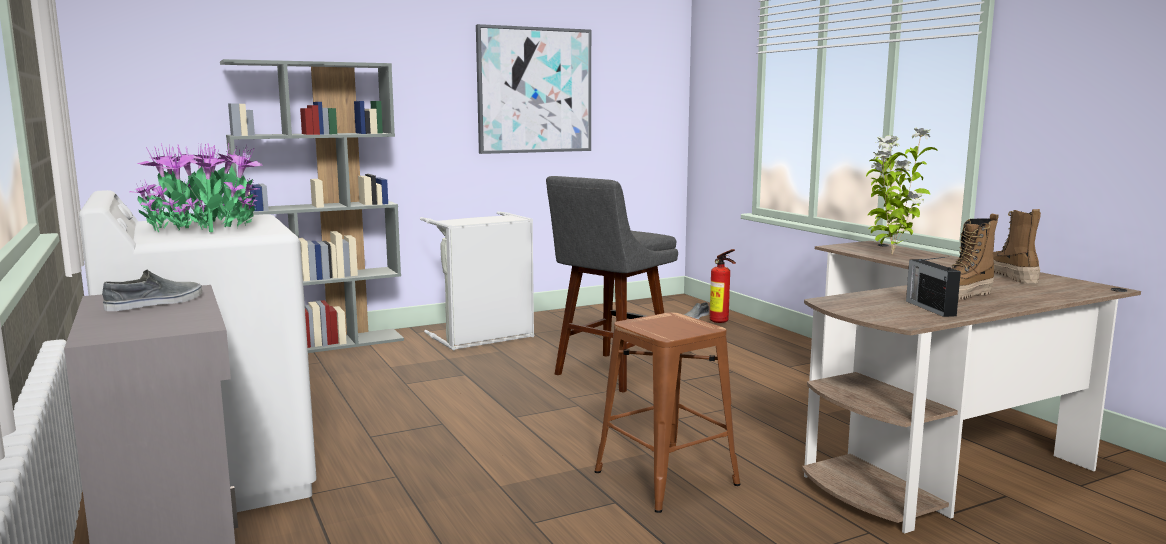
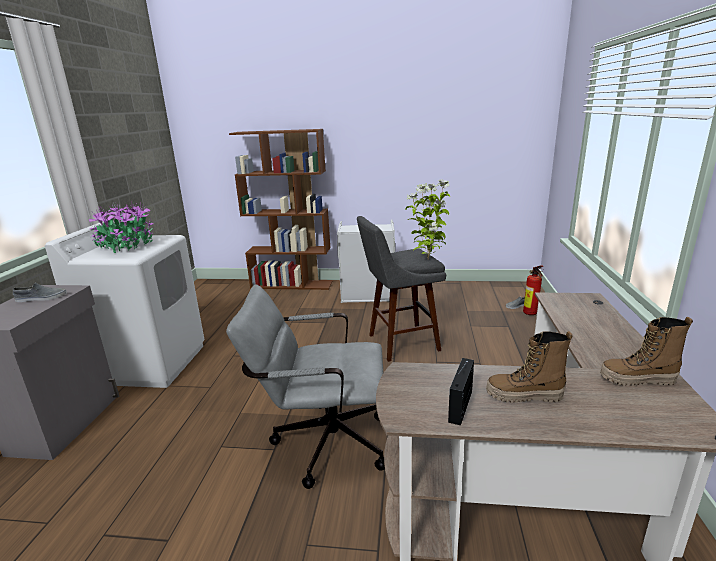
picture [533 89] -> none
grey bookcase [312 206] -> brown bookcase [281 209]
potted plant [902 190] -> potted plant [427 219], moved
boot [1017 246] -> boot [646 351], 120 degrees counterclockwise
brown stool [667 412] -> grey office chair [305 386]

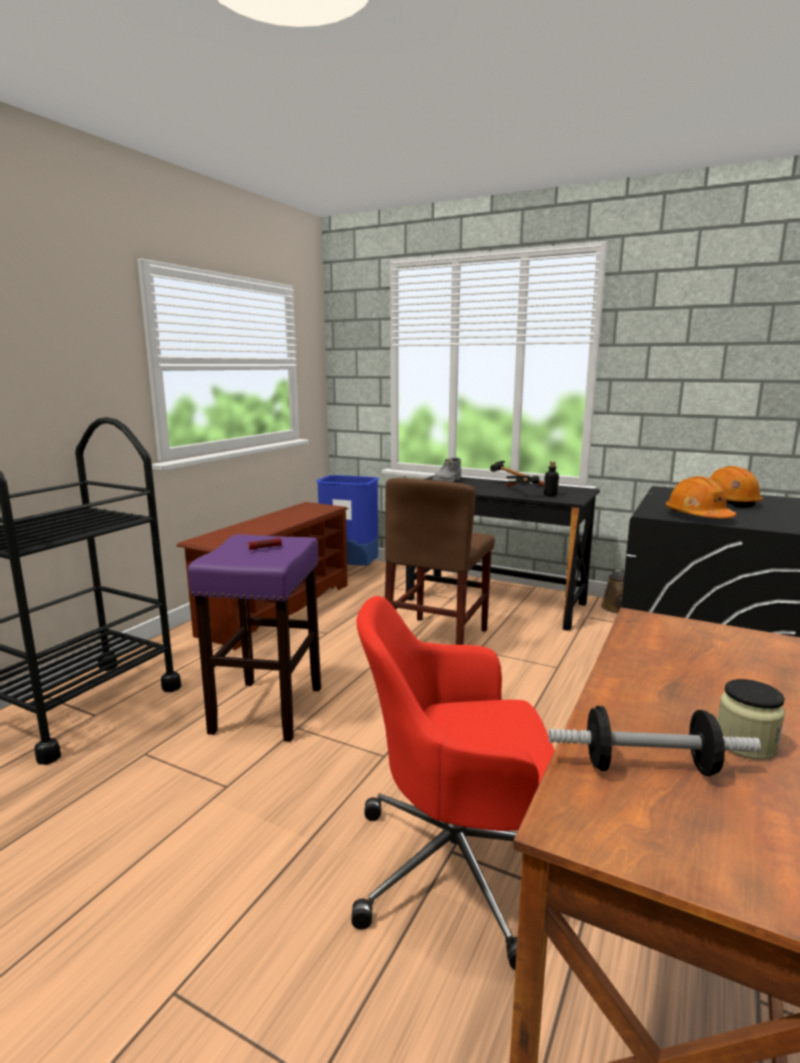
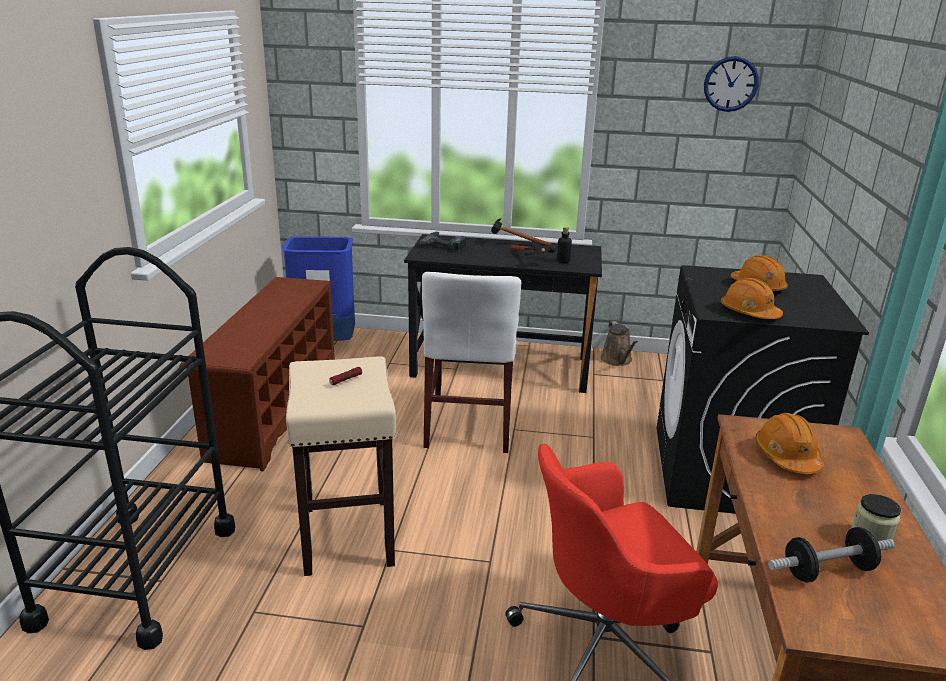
grey boot [447 469] -> power drill [443 241]
brown chair [440 561] -> white chair [471 362]
purple stool [254 638] -> beige stool [341 466]
none -> wall clock [731 84]
none -> orange hard hat [789 443]

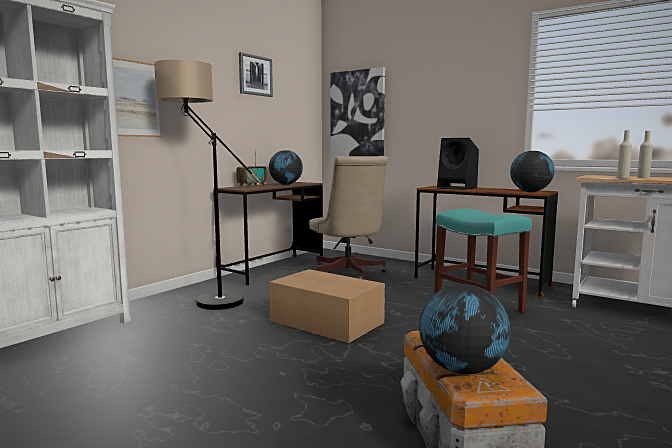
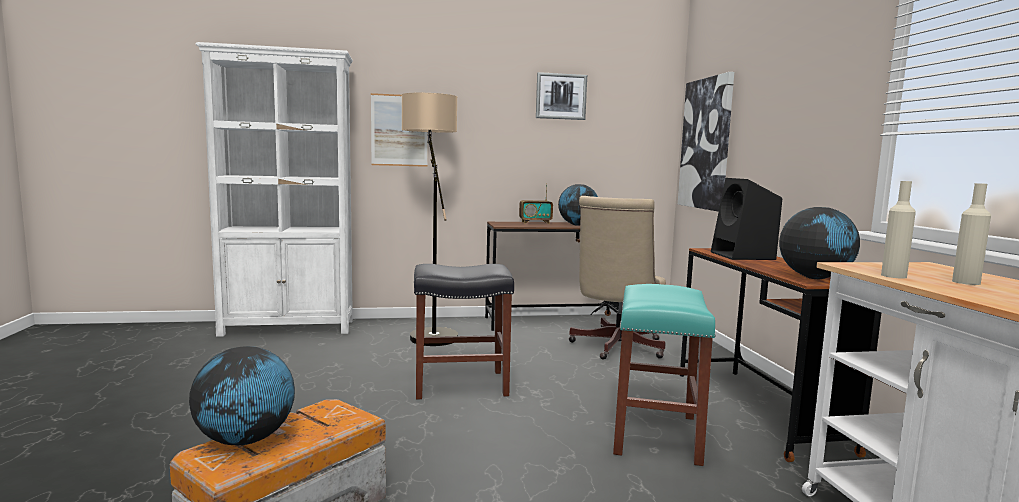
cardboard box [327 306] -> black stool [464 331]

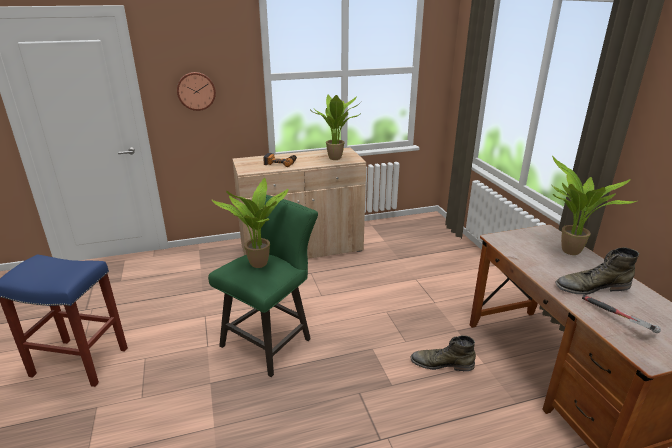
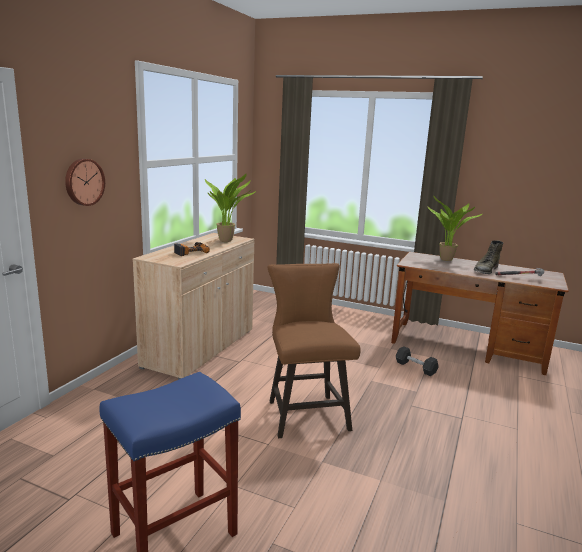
potted plant [249 223] -> none
green stool [263 286] -> brown stool [314 350]
green boot [443 353] -> black dumbbell [417 361]

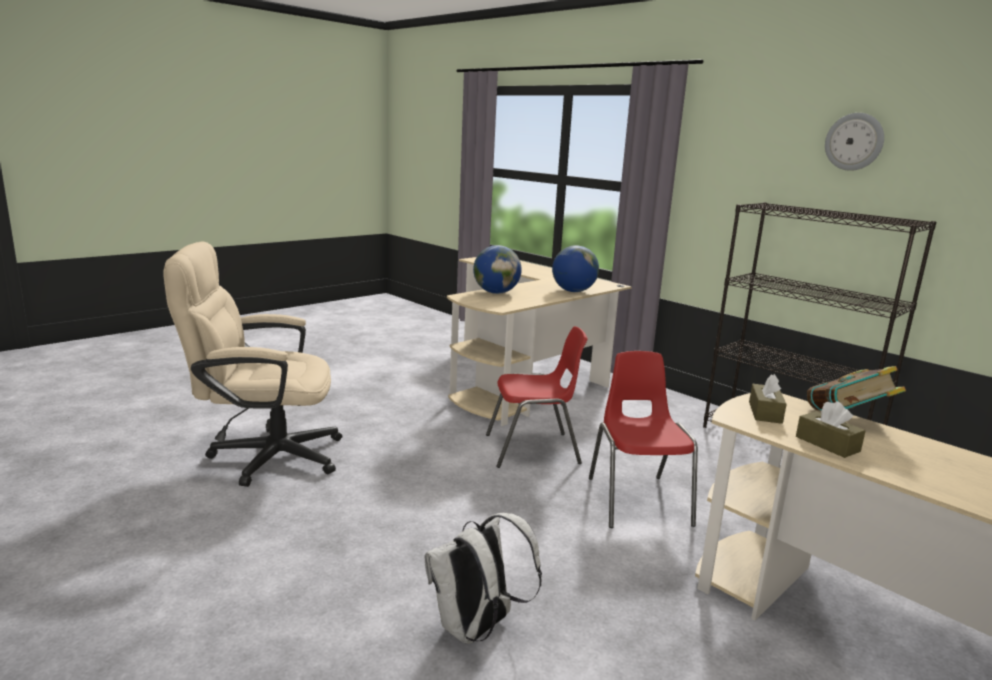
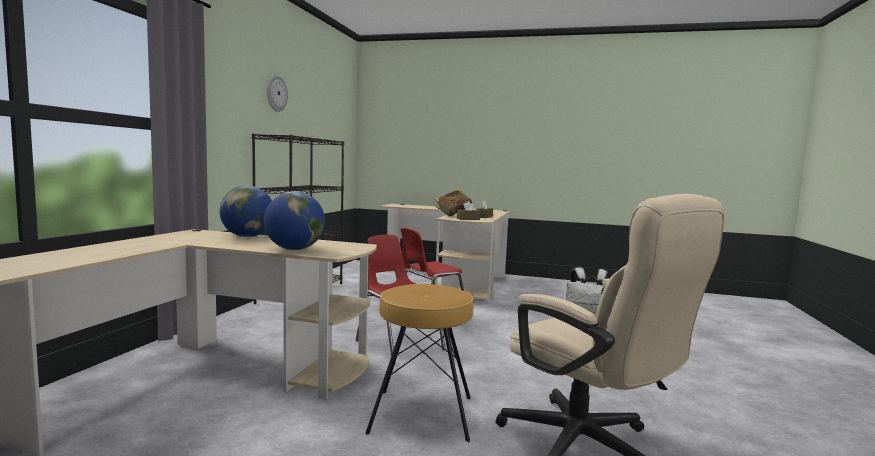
none -> brown stool [419 363]

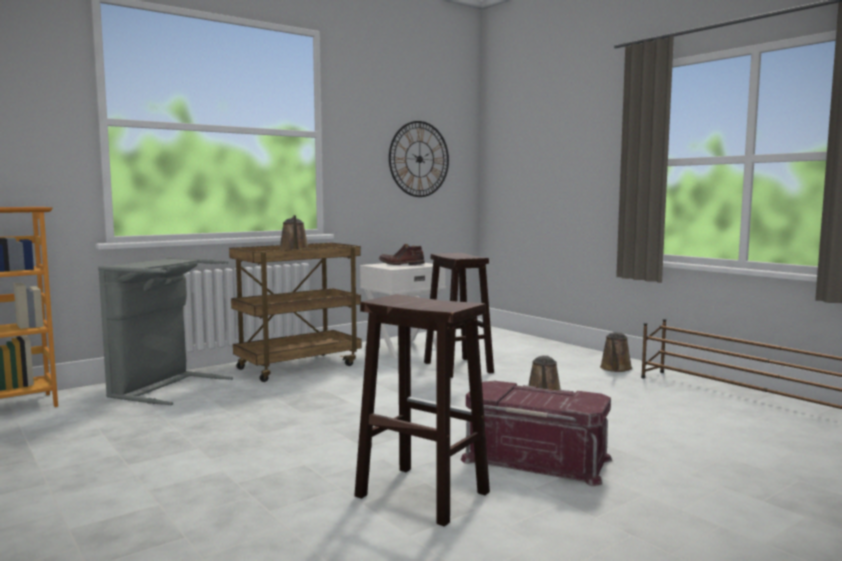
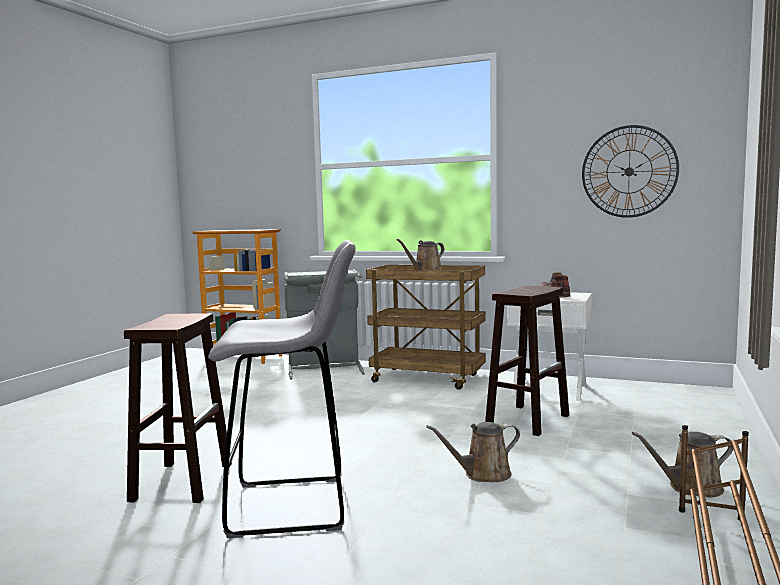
red storage box [536 433] -> grey stool [282 389]

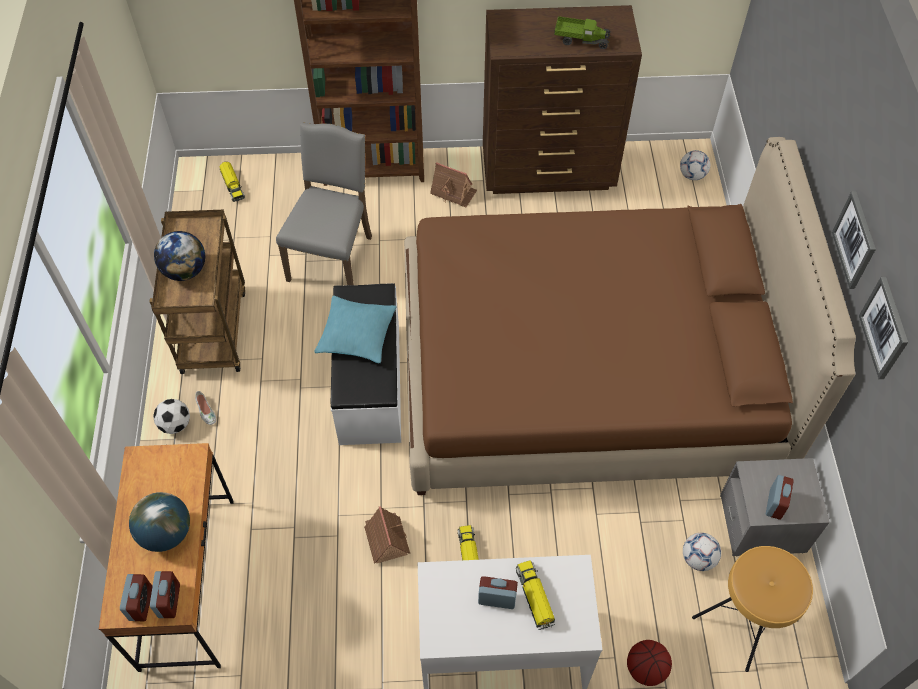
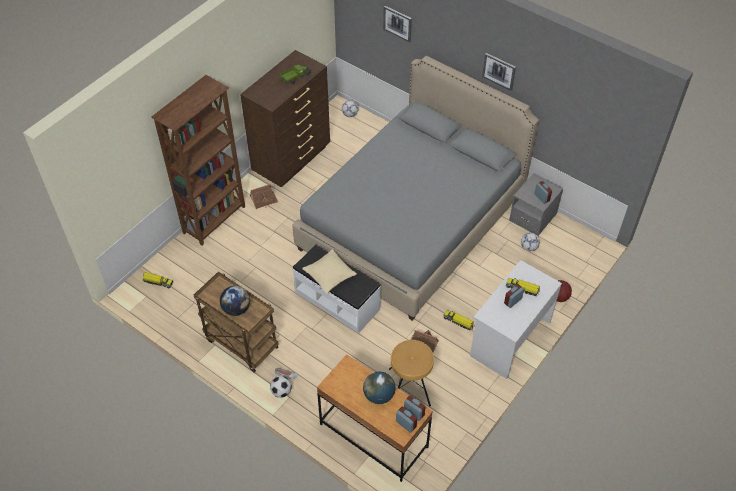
grey chair [324 203] -> none
brown bed [630 316] -> grey bed [415 188]
picture [883 328] -> picture [397 24], moved
turquoise pillow [355 329] -> beige pillow [329 271]
brown stool [752 609] -> brown stool [411 373], moved

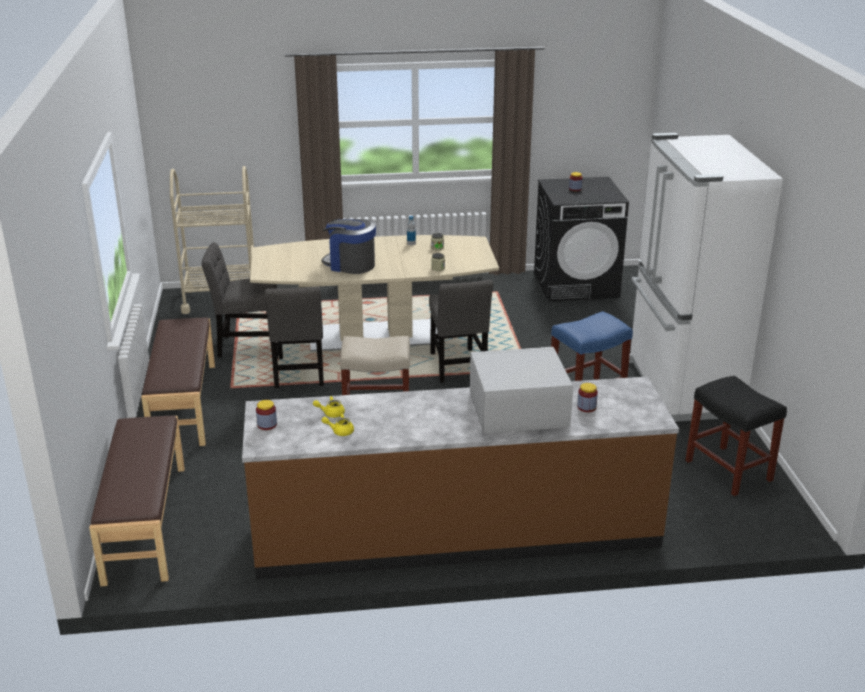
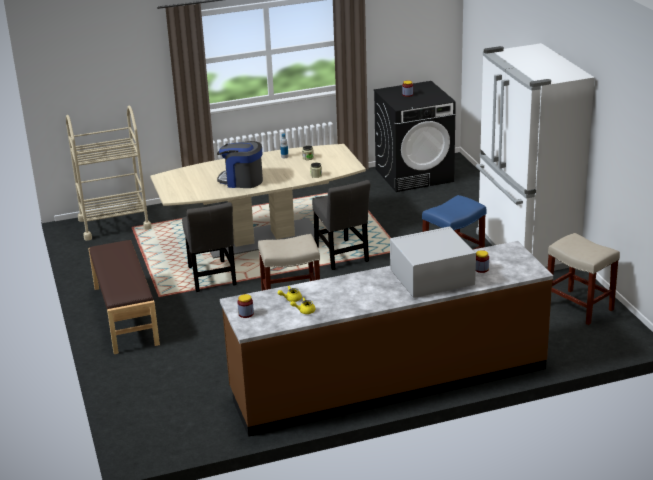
grey chair [239 299] -> none
black stool [736 436] -> beige stool [583 279]
brown bench [137 501] -> none

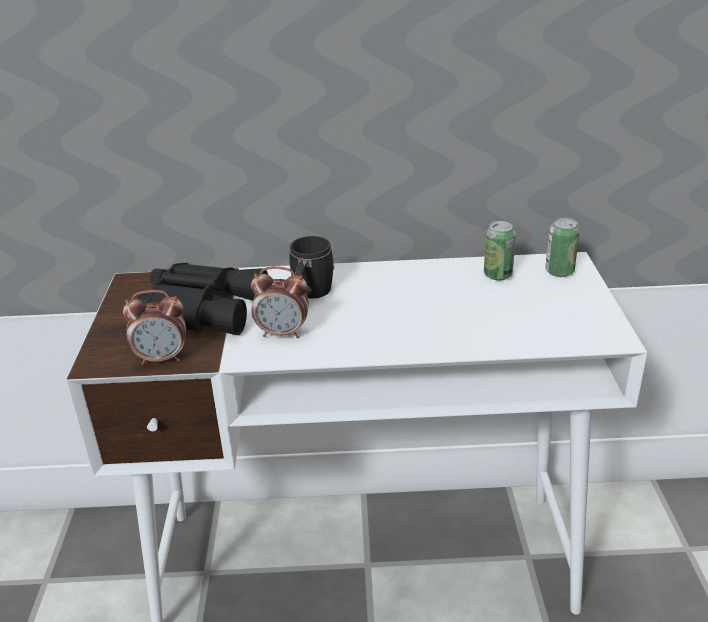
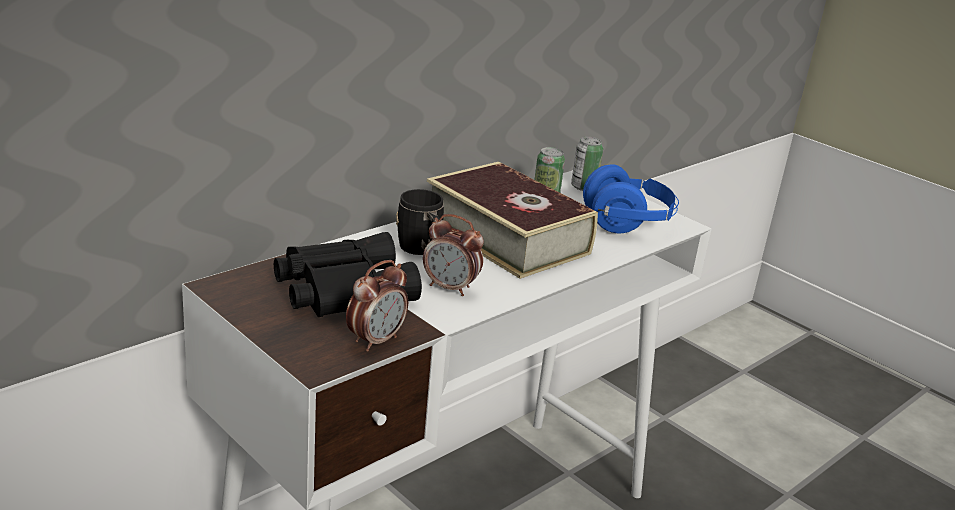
alarm clock [279 302] -> alarm clock [453 255], 60 degrees clockwise
none -> book [512 220]
none -> blue headphones [631 199]

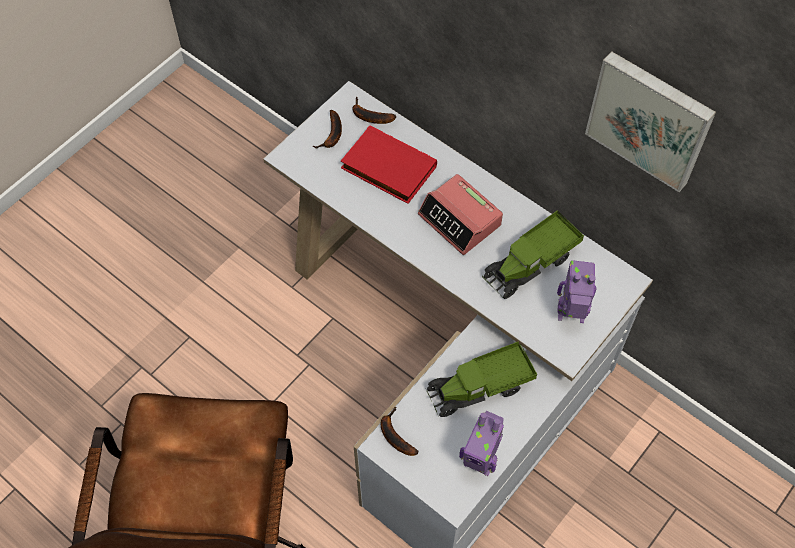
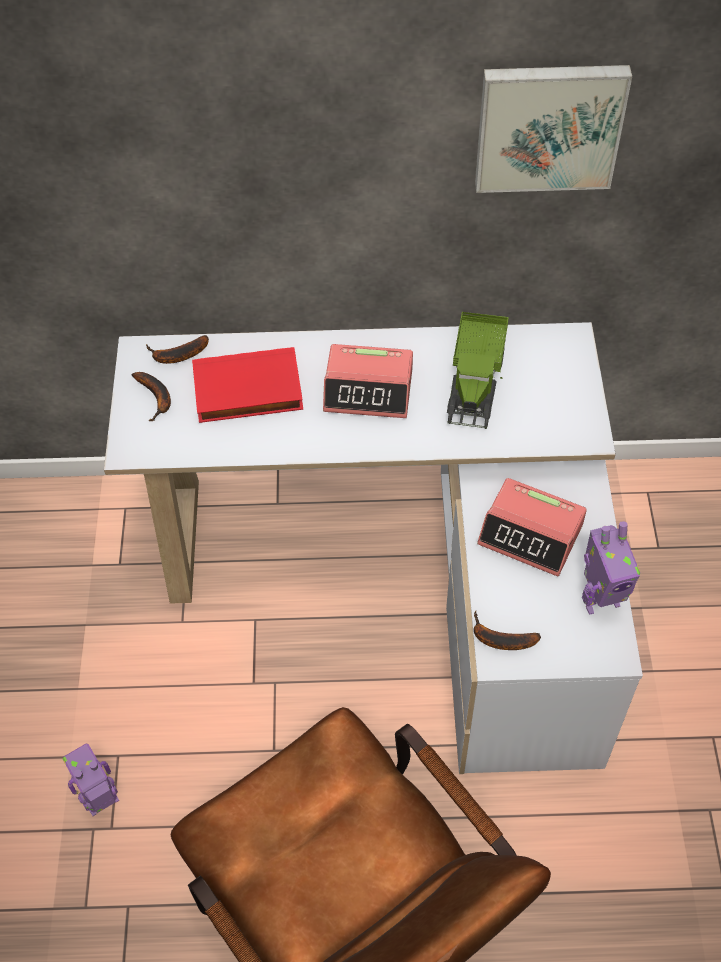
toy robot [577 291] -> toy robot [91 780], moved
toy truck [481 379] -> alarm clock [532 527]

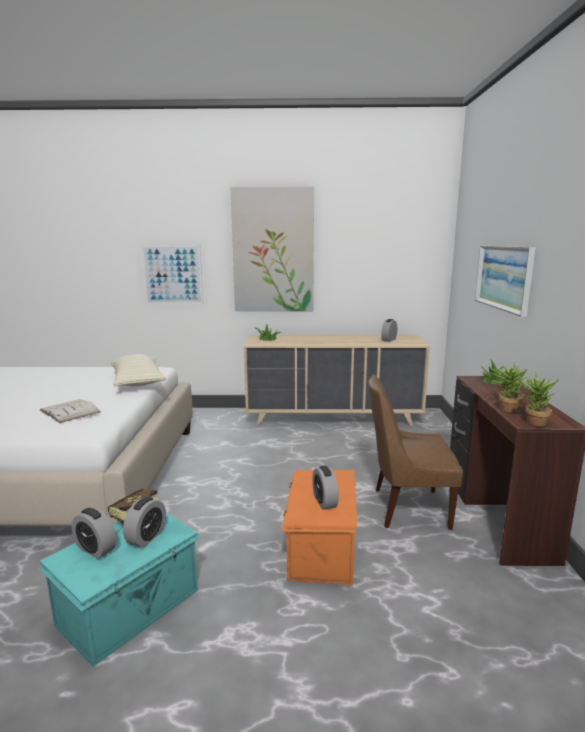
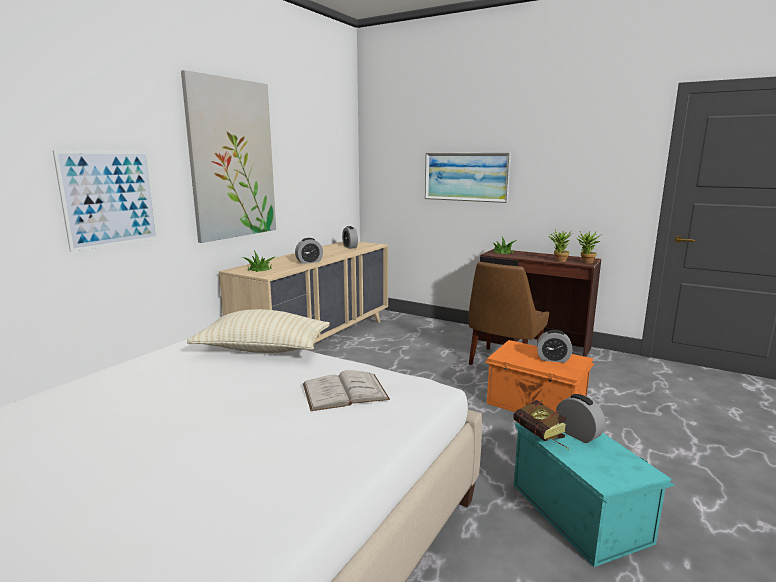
alarm clock [94 533] -> alarm clock [309 251], moved

